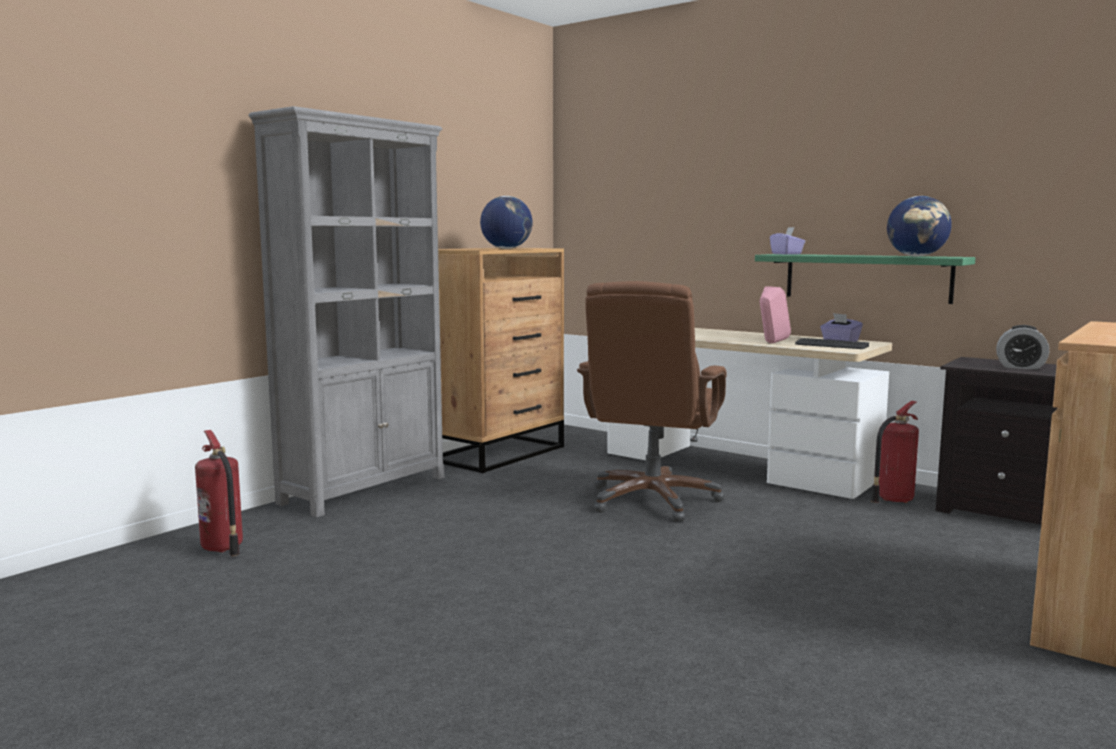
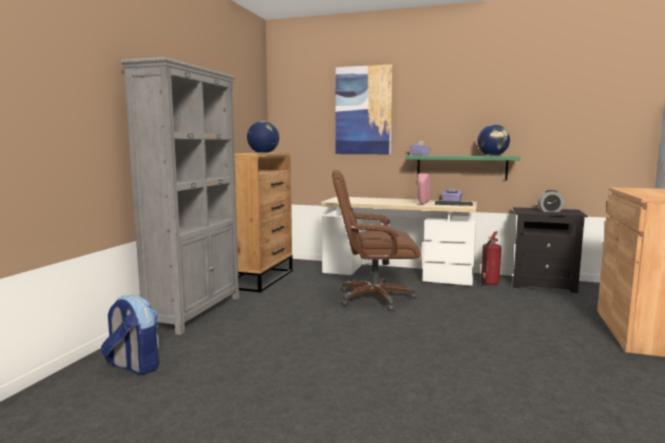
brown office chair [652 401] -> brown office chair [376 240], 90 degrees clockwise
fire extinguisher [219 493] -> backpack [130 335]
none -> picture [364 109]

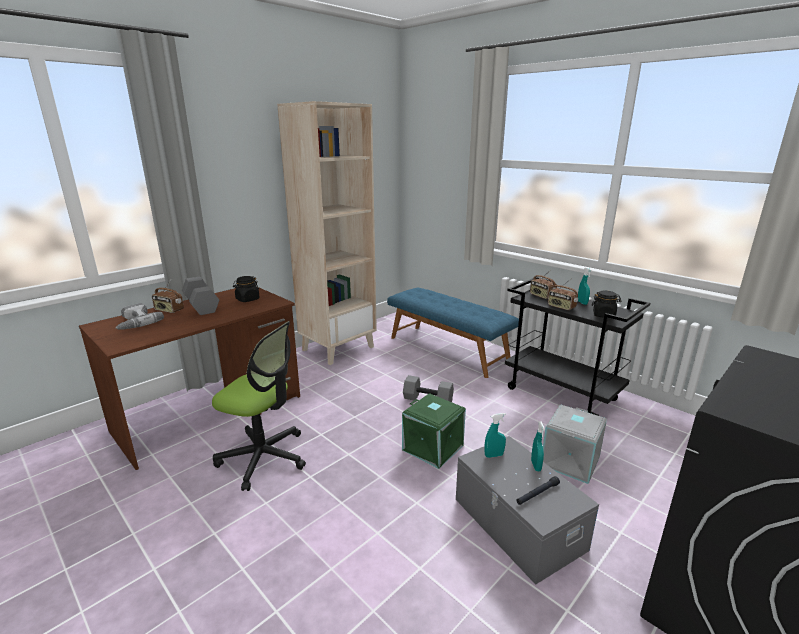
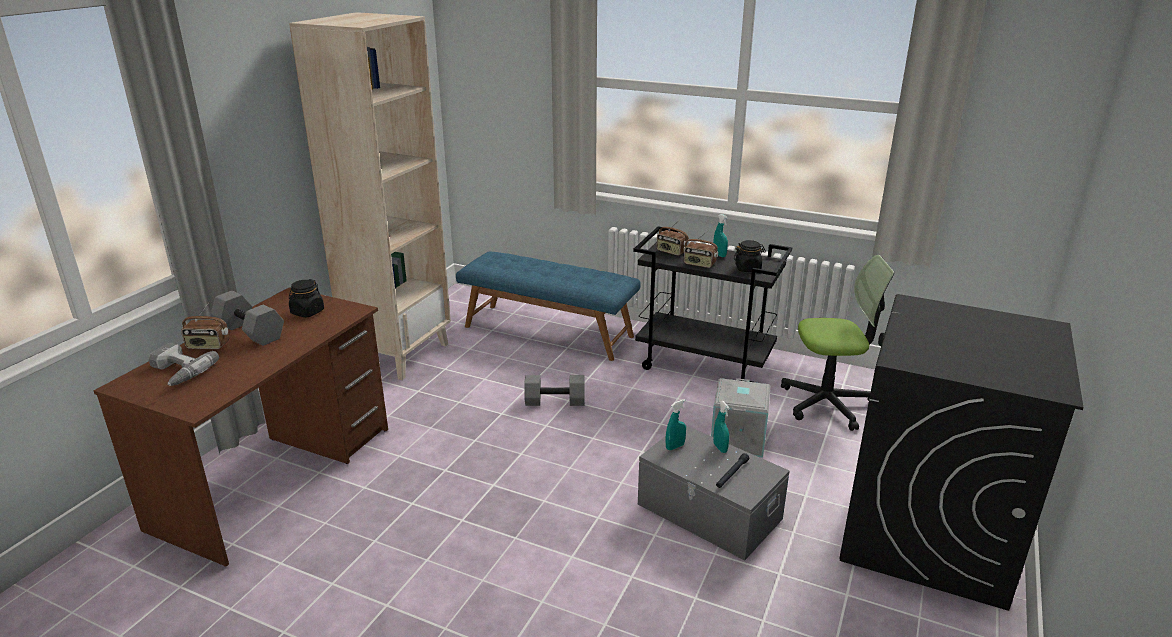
office chair [259 406] -> office chair [837 343], moved
green storage box [434 431] -> none

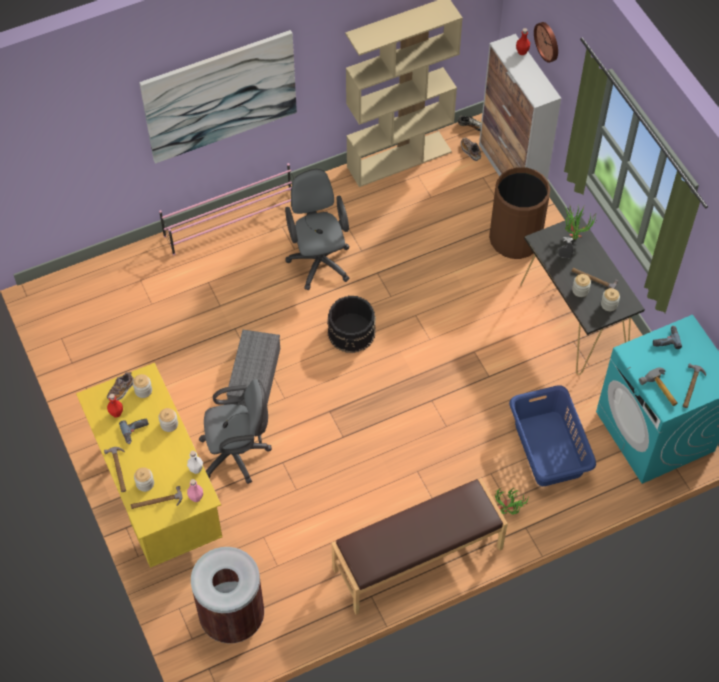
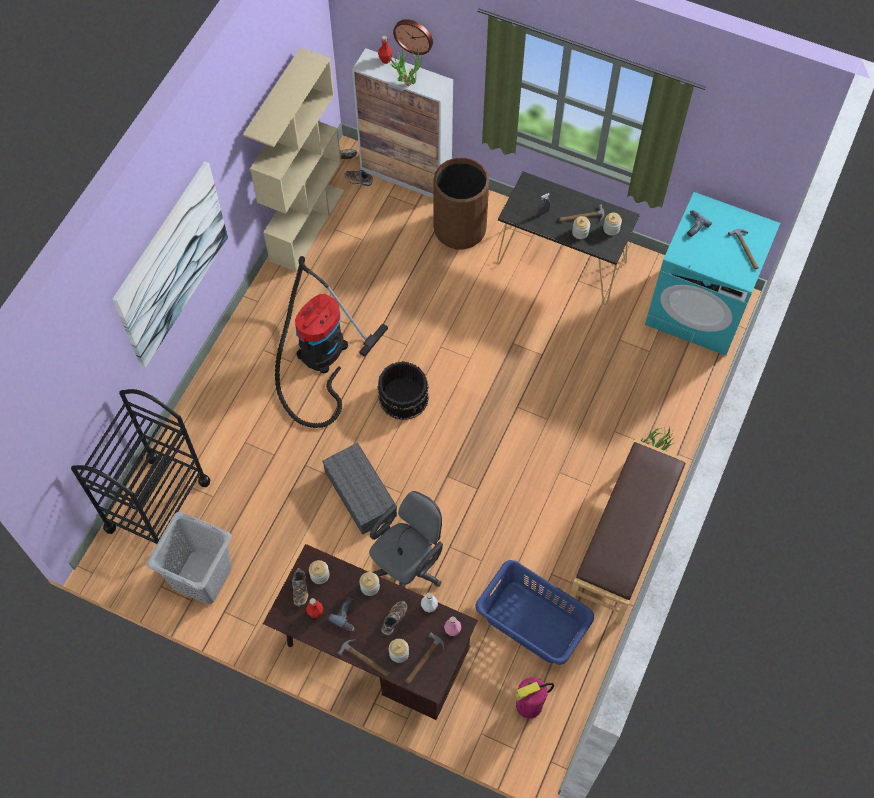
pink shoe rack [226 209] -> none
grey office chair [317 229] -> vacuum cleaner [331 342]
potted plant [580 222] -> potted plant [404 67], moved
yellow desk [149 465] -> brown desk [370 632]
hammer [658 387] -> none
blue laundry basket [552 435] -> blue laundry basket [534 612], moved
brown trash can [227 595] -> fire extinguisher [534 697]
none -> black cart [140 467]
none -> grey laundry basket [189 558]
none -> shoe [394 618]

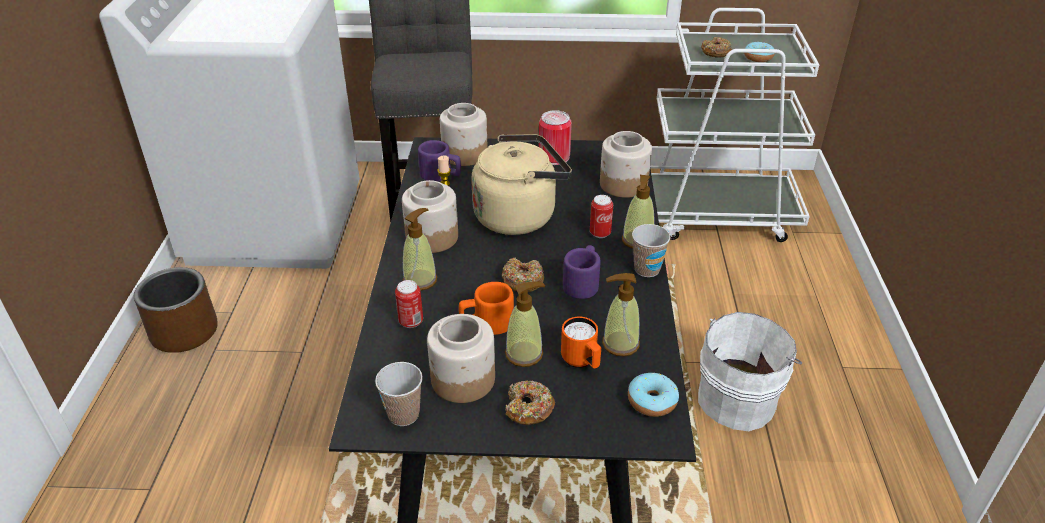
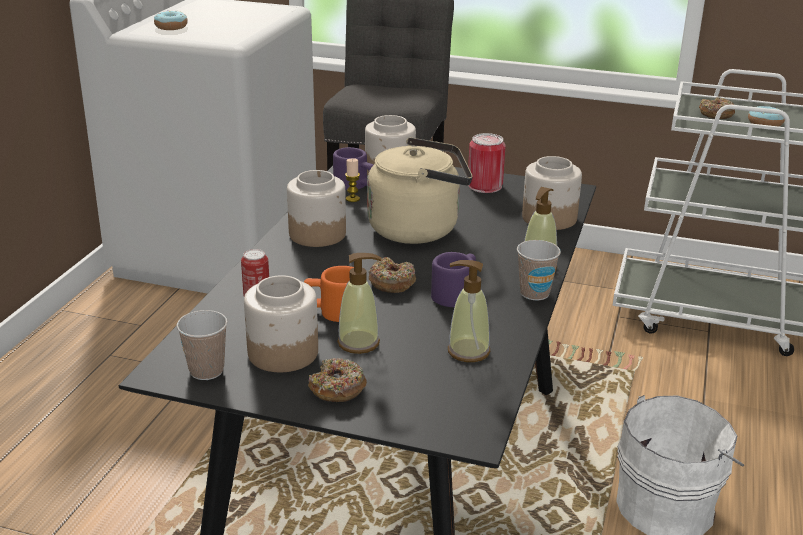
can [601 216] -> none
soap dispenser [420 249] -> none
brown planter [176 310] -> none
orange mug [581 342] -> none
donut [653 395] -> donut [171 20], moved

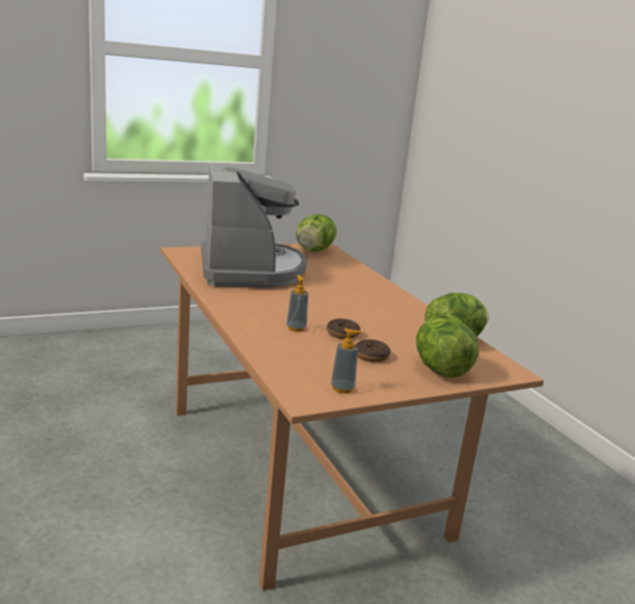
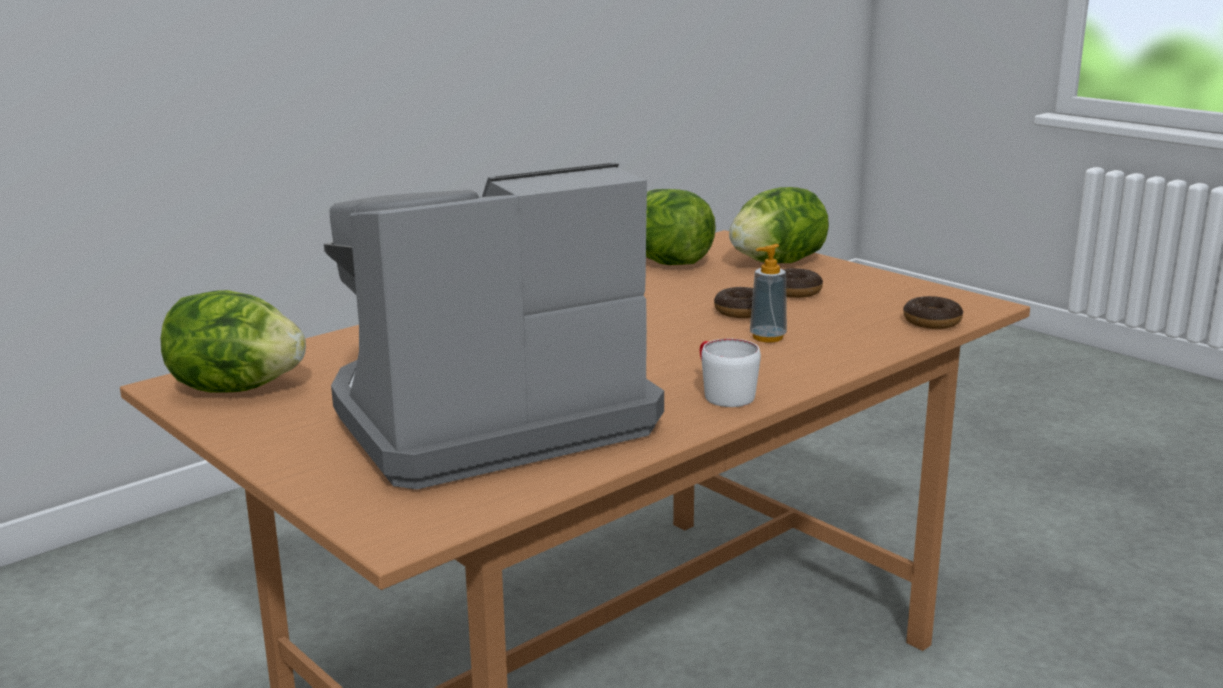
soap dispenser [347 360] -> none
none -> donut [933 312]
none -> white mug [730 373]

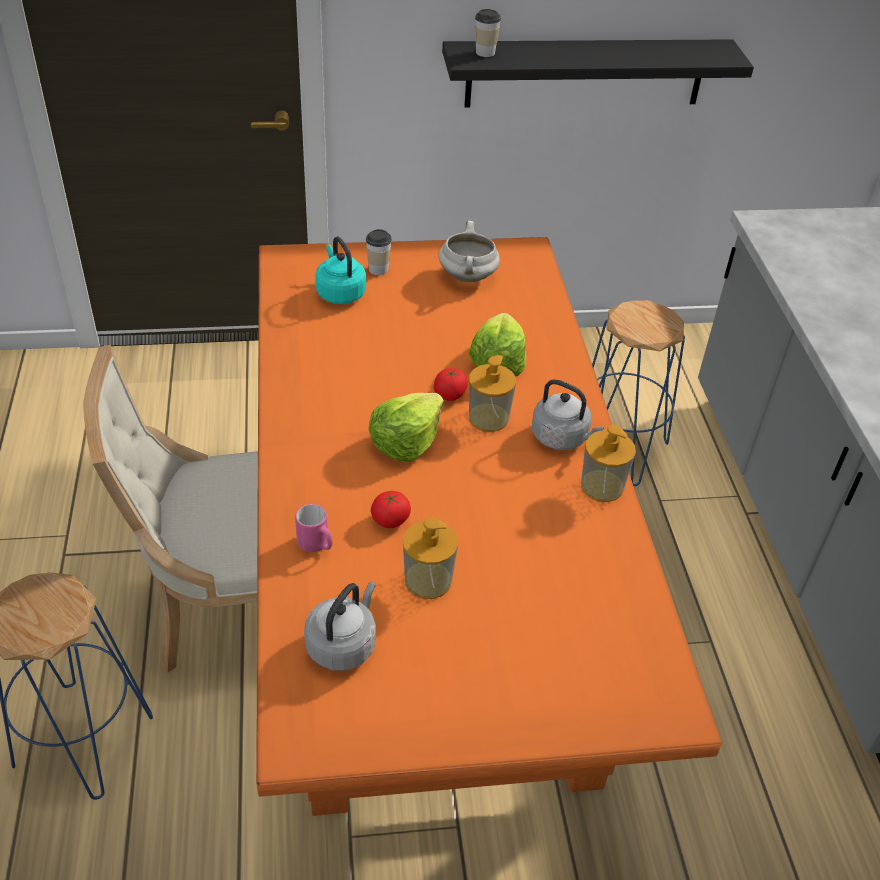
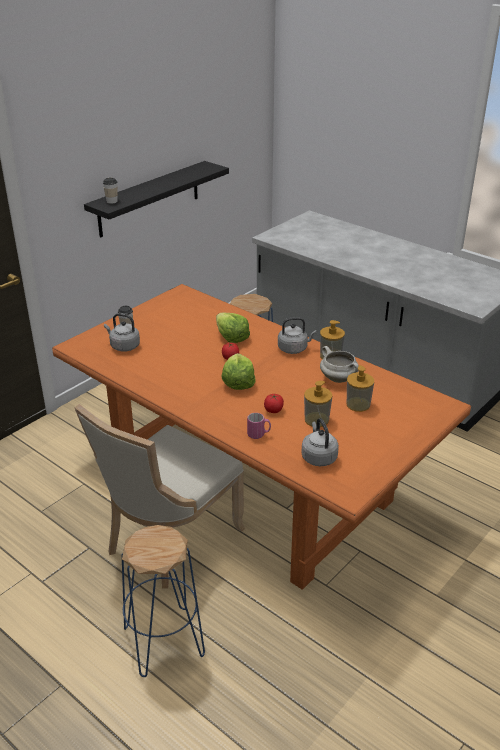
white cooking pot [469 251] -> white cooking pot [339 364], moved
turquoise kettle [340 270] -> grey kettle [122 332]
soap dispenser [492 393] -> soap dispenser [360 388], moved

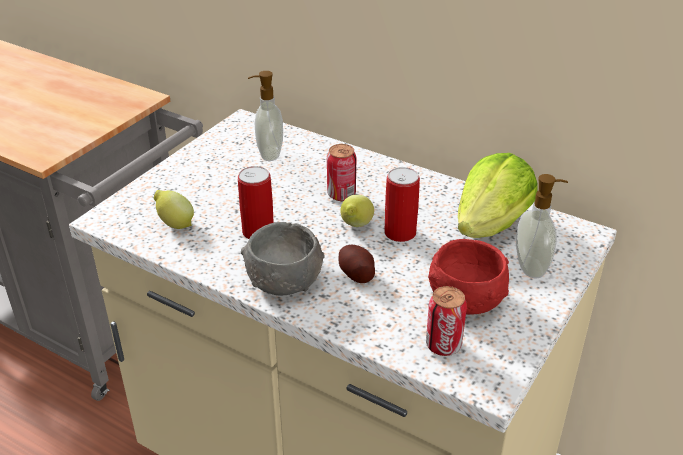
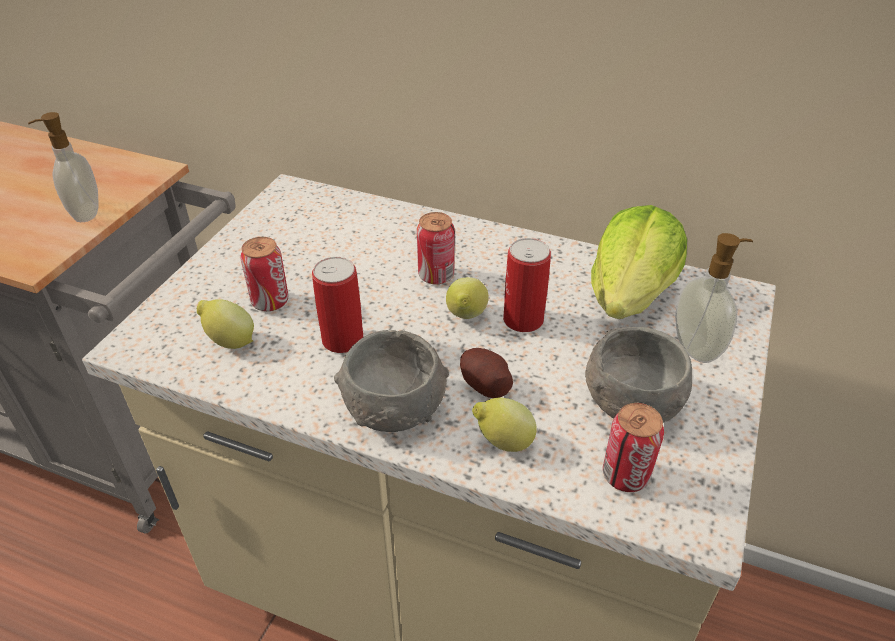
soap dispenser [265 116] -> soap dispenser [63 167], moved
red bowl [468 277] -> grey bowl [638 375]
none -> can [265 274]
none -> lemon [504 424]

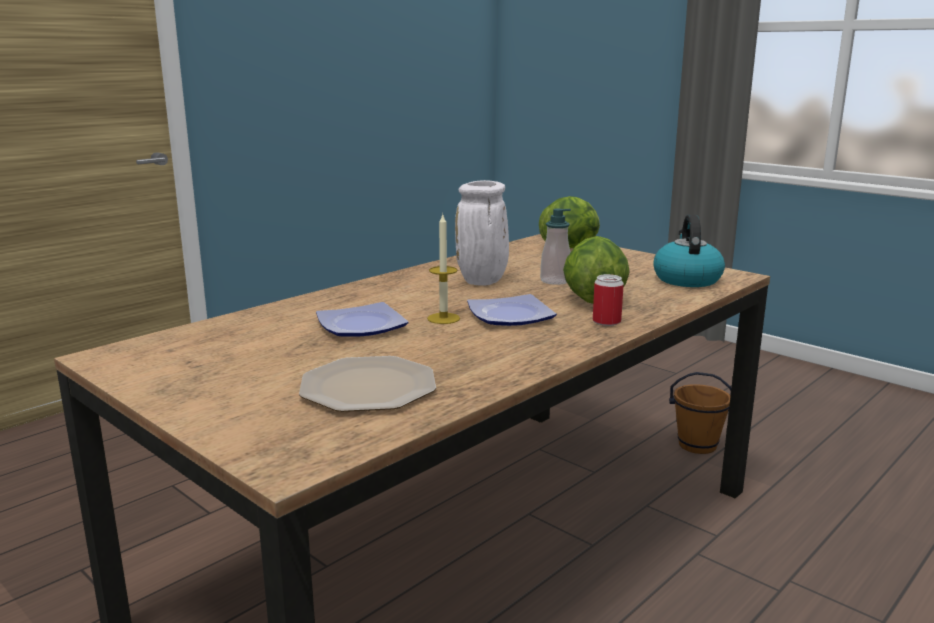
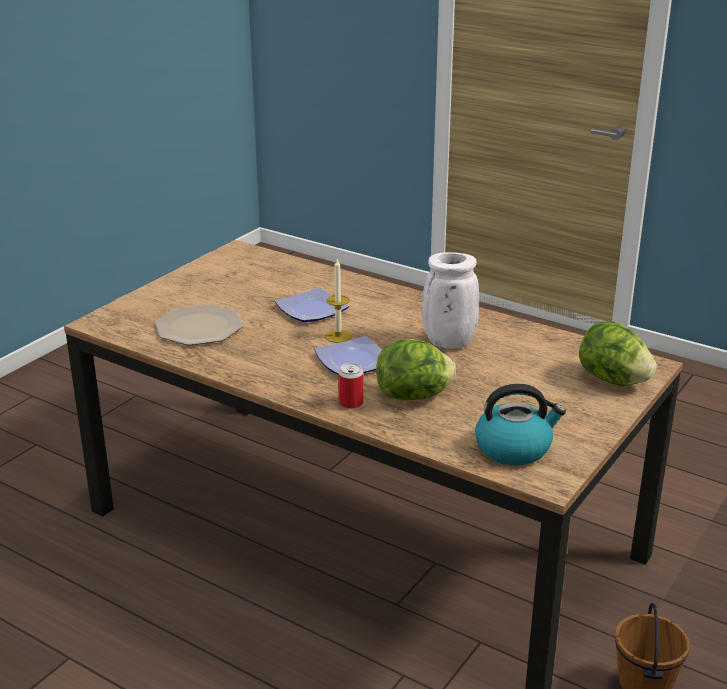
soap dispenser [555 247] -> none

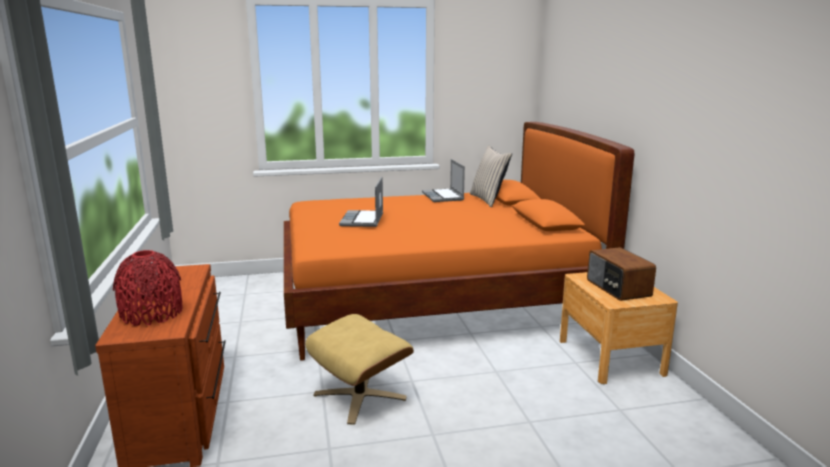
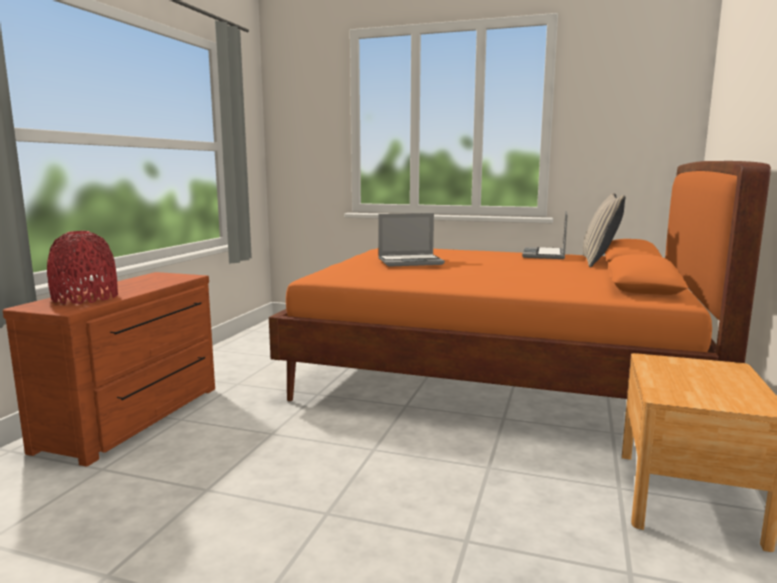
laptop [361 201] -> laptop [411 240], 135 degrees counterclockwise
radio [621 274] -> none
beige ottoman [359 369] -> none

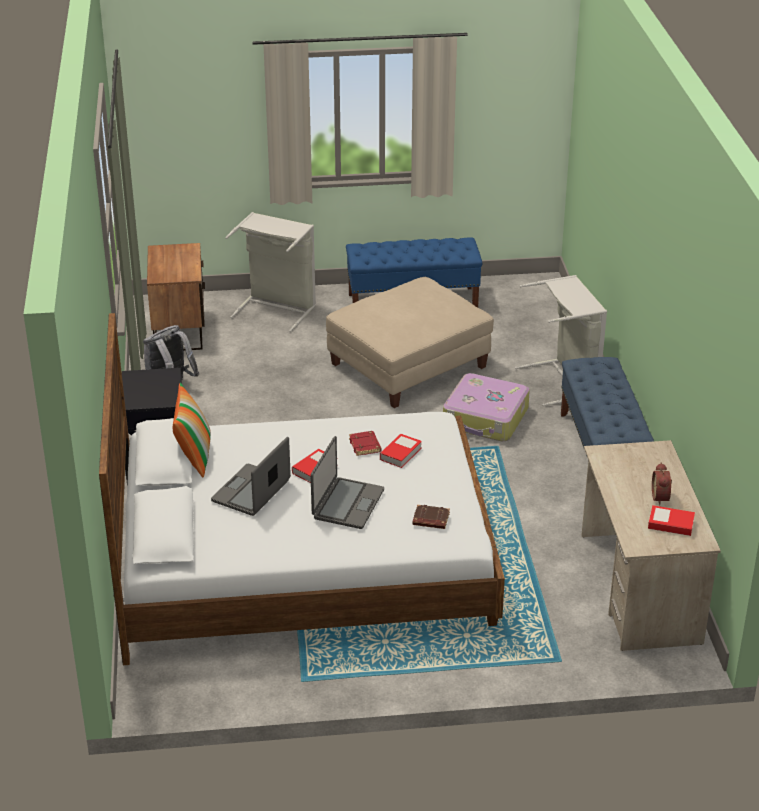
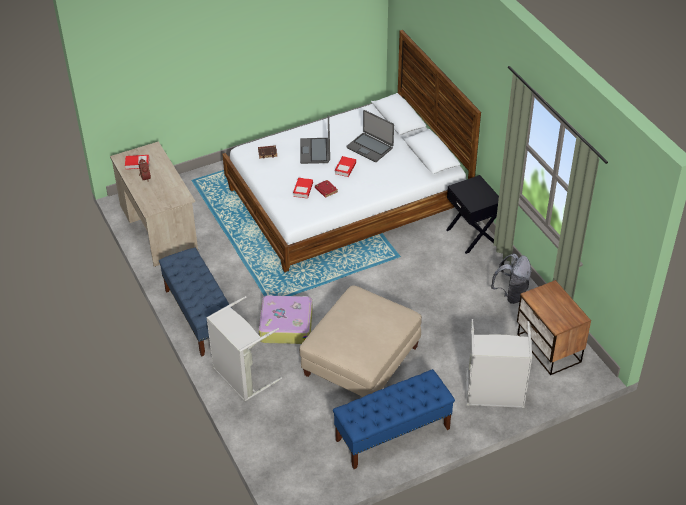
pillow [192 430] -> none
laptop [251 476] -> laptop [370 136], 120 degrees clockwise

